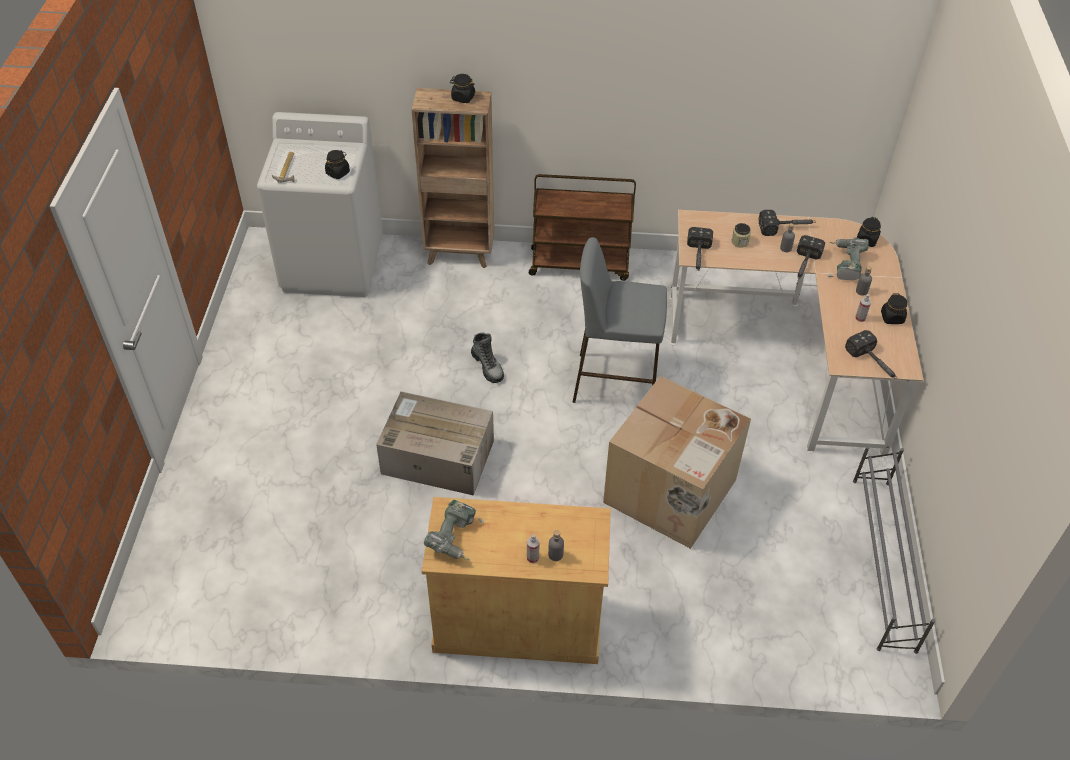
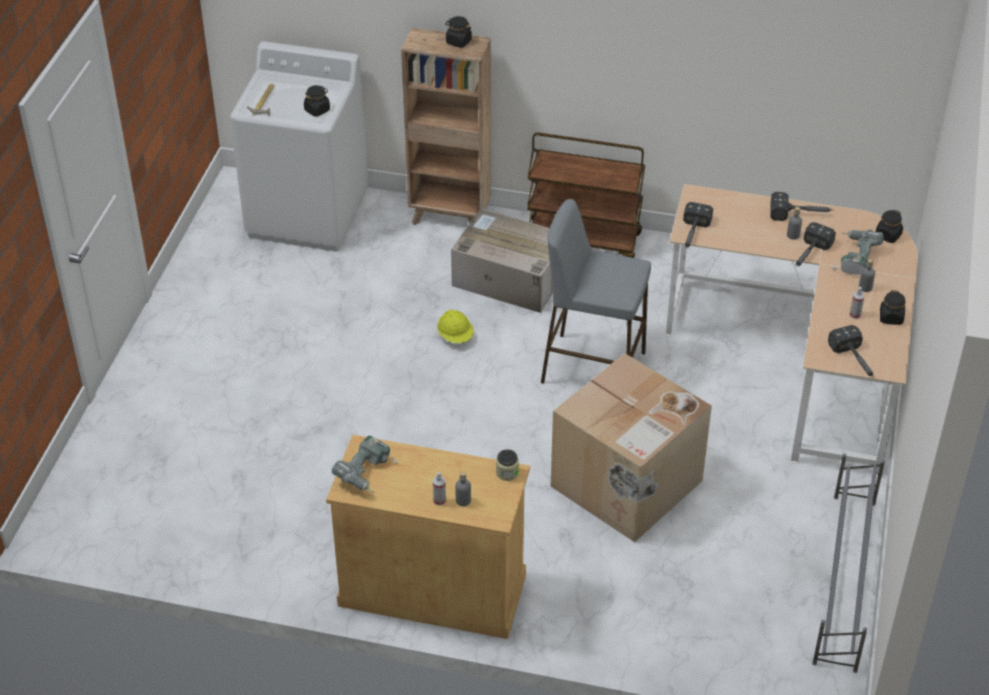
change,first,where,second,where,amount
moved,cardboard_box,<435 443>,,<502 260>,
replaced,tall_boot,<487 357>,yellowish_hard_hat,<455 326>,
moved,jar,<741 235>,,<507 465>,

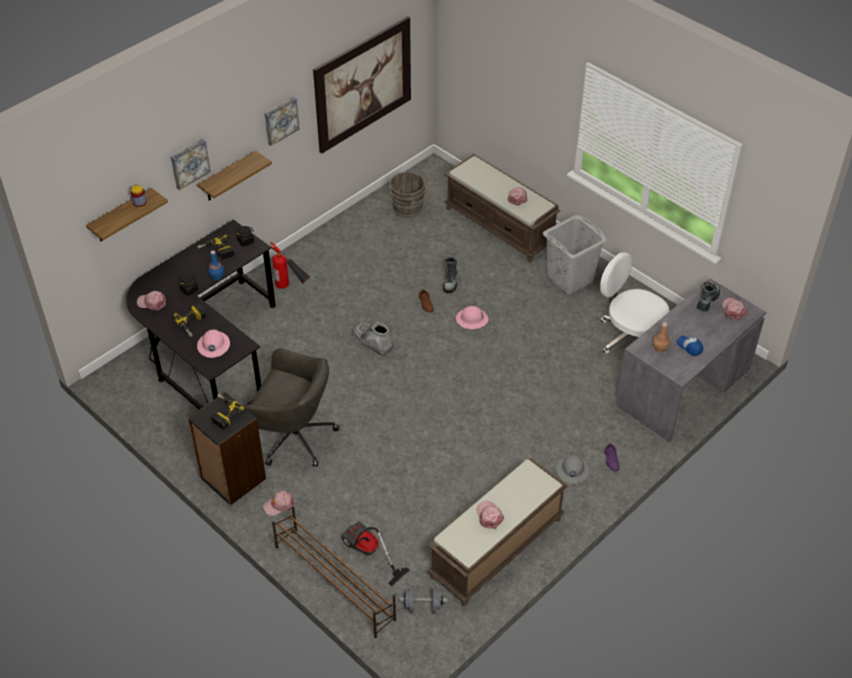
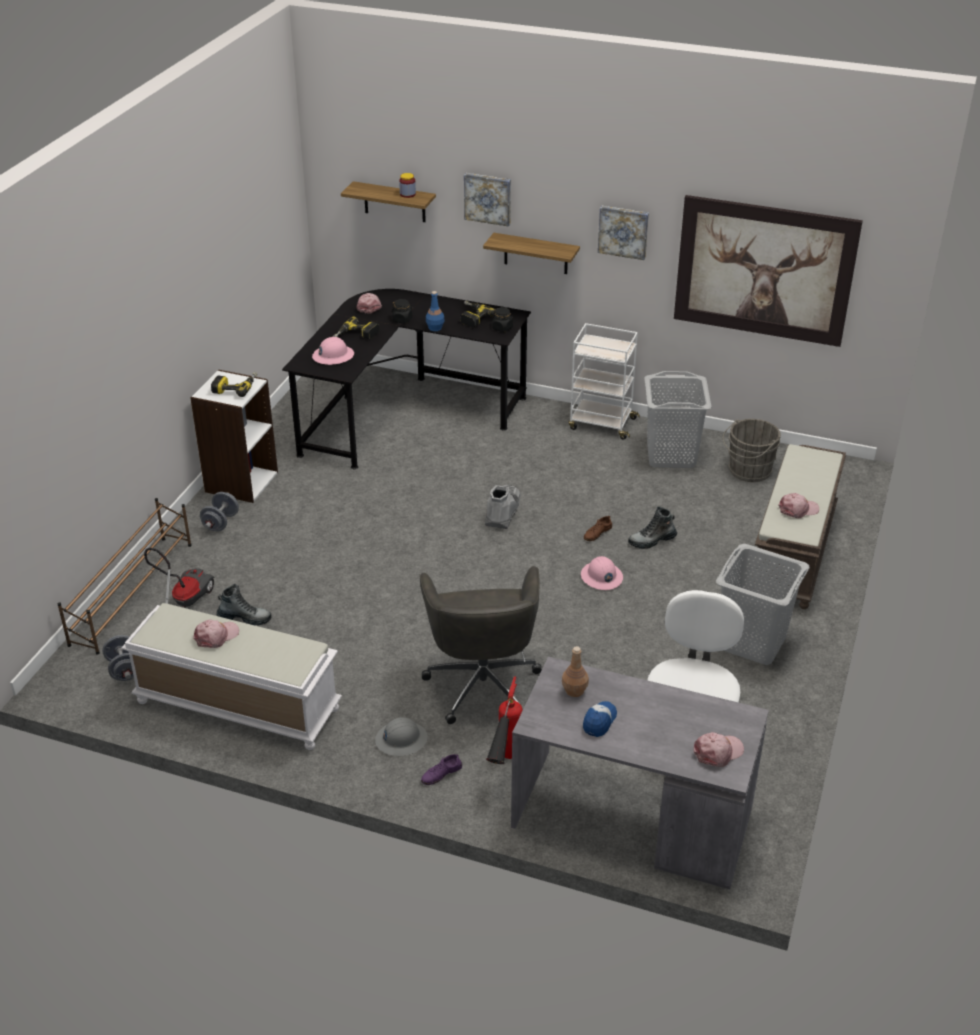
change,first,where,second,where,amount
recoloured,black_bookshelf,<226 449>,whitish_bookshelf,<234 436>,
moved,greyish_computer_chair,<291 407>,,<481 645>,
replaced,pink-coloured_baseball_cap,<279 503>,greyish_dumbbell,<219 511>,
moved,extinguisher,<290 265>,,<504 720>,
recoloured,brownish_indoor_bench,<497 531>,whitish_indoor_bench,<231 676>,
moved,tall_boot,<708 296>,,<244 604>,
added,,,whitish_trolley,<604 381>,
added,,,greyish_laundry_basket,<678 419>,

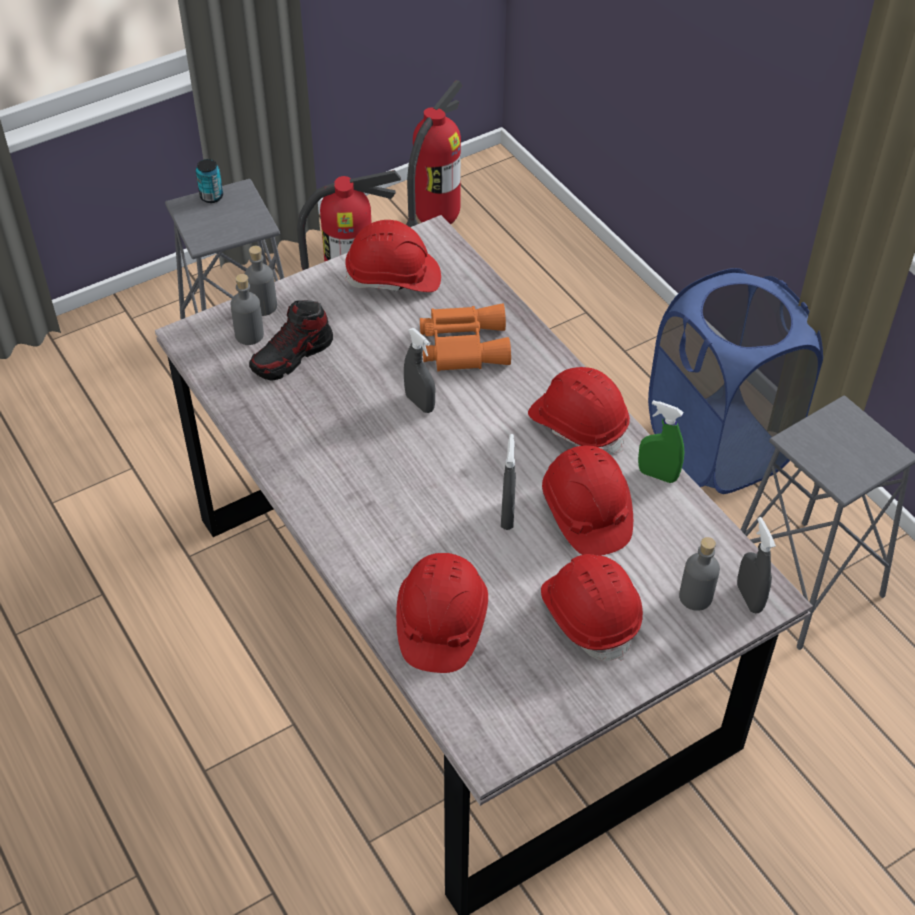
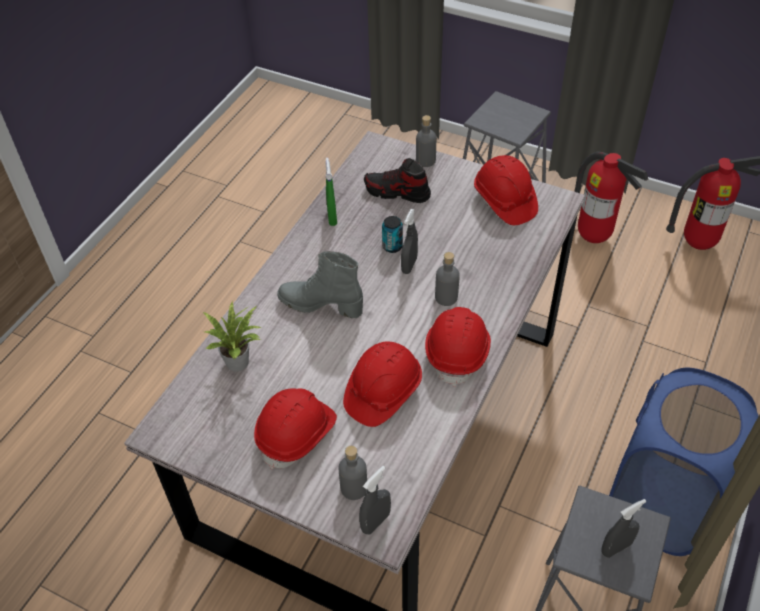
change,first,where,second,where,amount
moved,metal_can,<209 181>,,<392 234>,
moved,greyish_bottle,<247 309>,,<447 279>,
replaced,reddish_hard_hat,<442 613>,potted_plant,<232 337>,
removed,orange_field_glasses,<465 338>,,,
moved,greyish_sprayer,<508 482>,,<623 528>,
moved,green_sprayer,<661 441>,,<331 192>,
added,,,greyish_tall_boot,<320 284>,

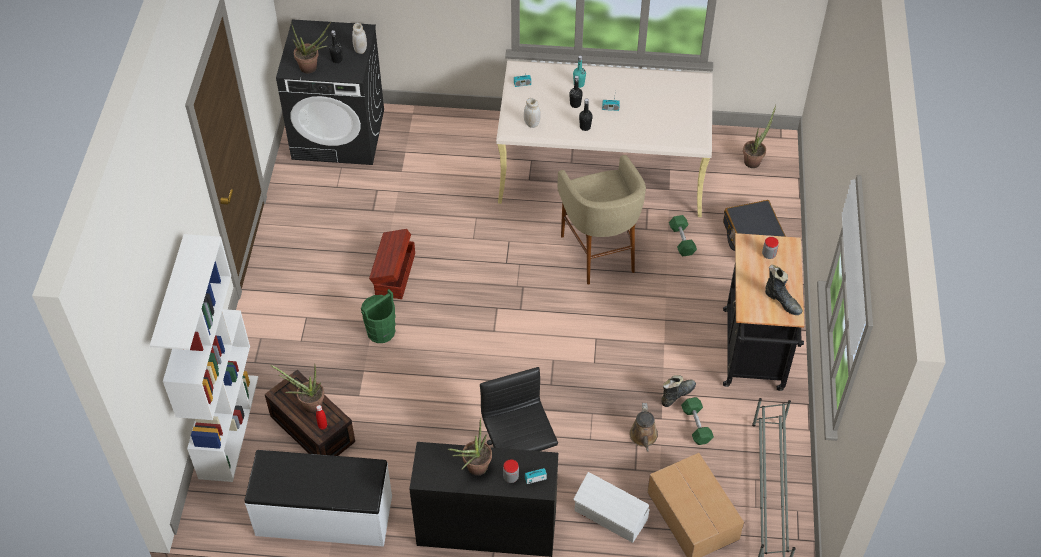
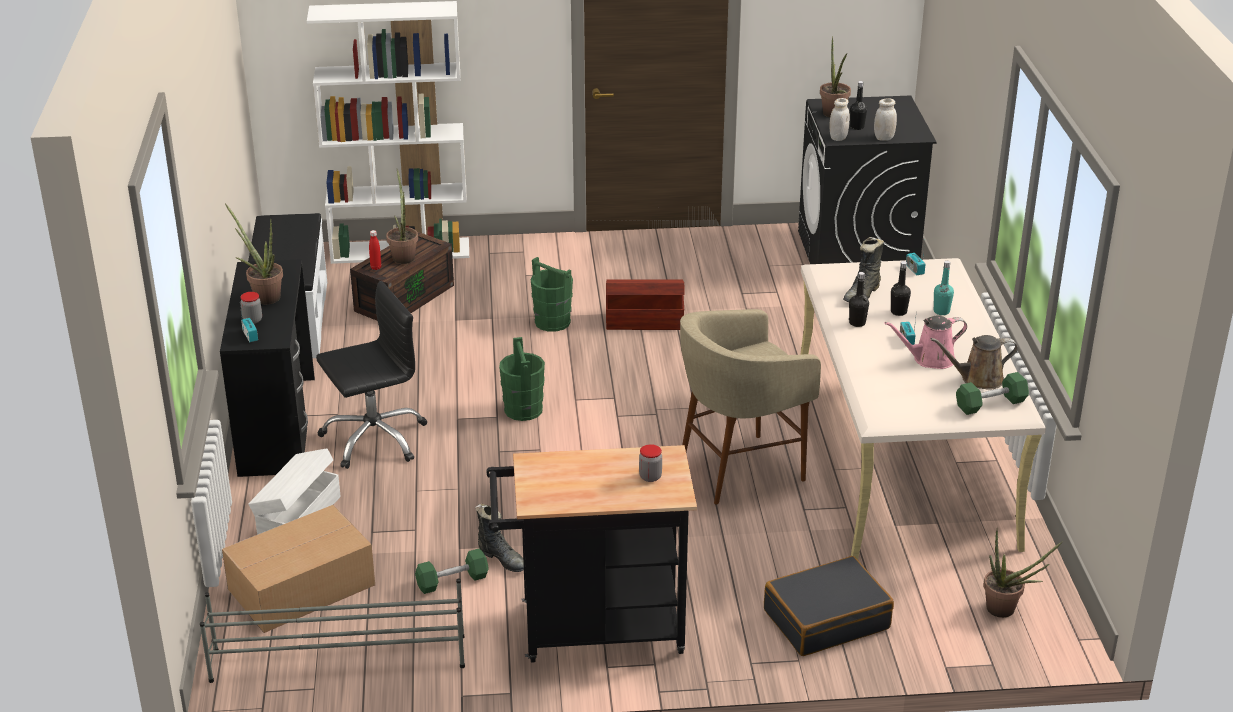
change,first,where,second,where,amount
moved,whitish_jar,<532 113>,,<839 119>,
moved,brownish_sprinkling_can,<644 427>,,<974 362>,
moved,green_dumbbell,<683 235>,,<992 393>,
moved,black_tall_boot,<784 290>,,<863 269>,
added,,,green_bucket,<522 379>,
added,,,pink-coloured_sprinkling_can,<925 342>,

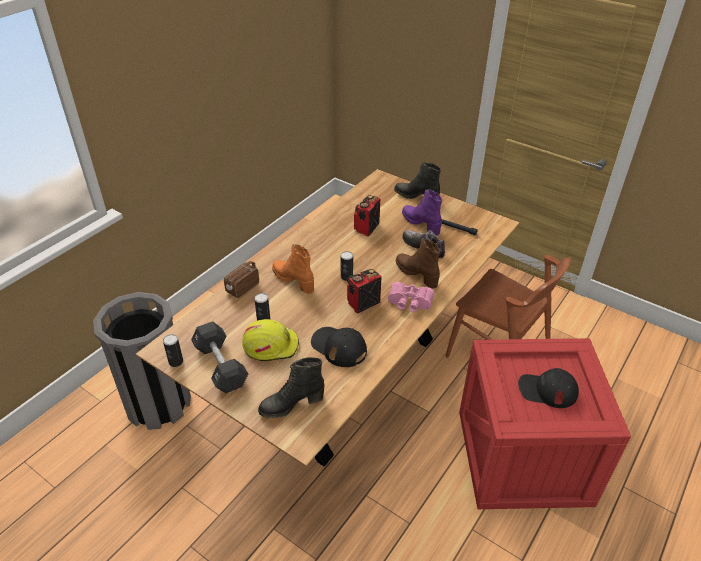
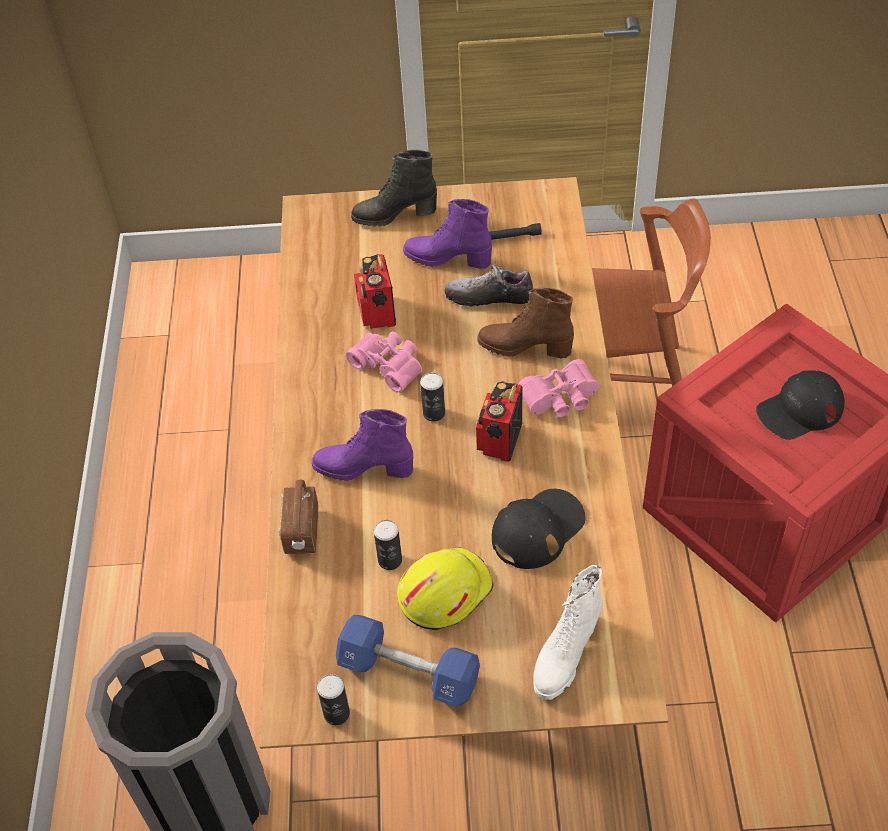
change,first,where,second,where,amount
recoloured,black_dumbbell,<219 357>,bluish_dumbbell,<408 661>,
recoloured,black_tall_boot,<291 387>,whitish_tall_boot,<568 632>,
recoloured,orange_tall_boot,<293 269>,purplish_tall_boot,<362 445>,
turned,black_baseball_cap,<339 347>,,<539 529>,135 degrees clockwise
added,,,pink-coloured_field_glasses,<384 362>,

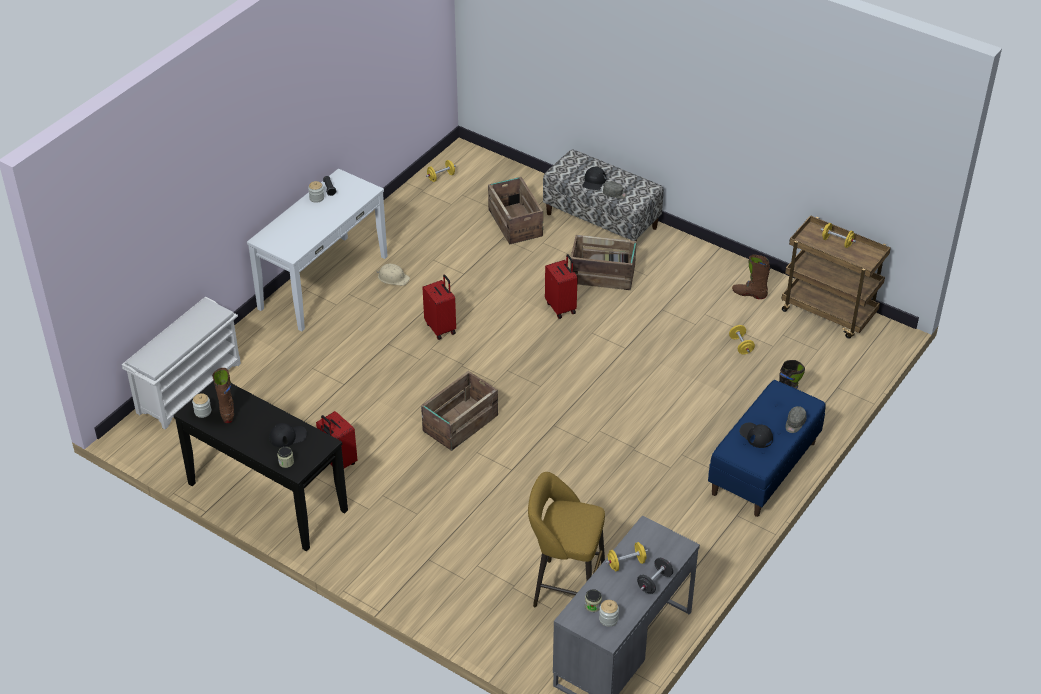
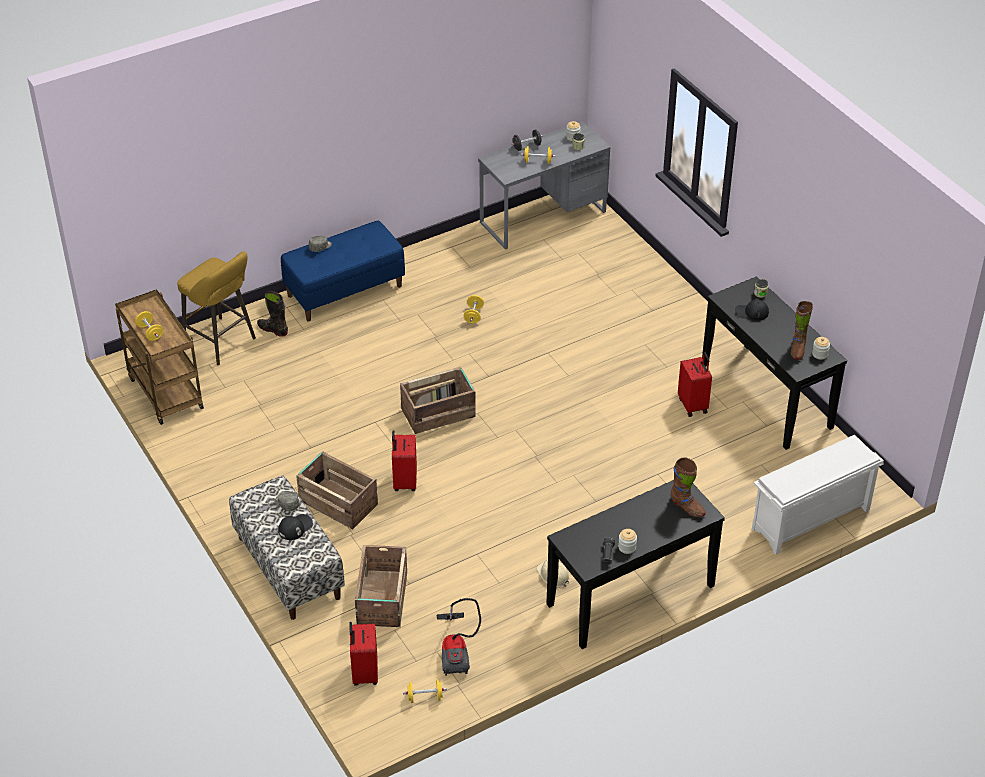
change,first,where,second,where,amount
recoloured,whitish_hall_table,<317 250>,black_hall_table,<636 564>,
moved,shipping_crate,<459 411>,,<438 400>,
moved,reddish_travel_case,<439 307>,,<364 654>,
moved,yellowish_sitting_stool,<566 539>,,<216 308>,
moved,yellowish_dumbbell,<742 339>,,<474 309>,
moved,brownish_tall_boot,<751 277>,,<688 487>,
removed,black_baseball_cap,<756 435>,,,
added,,,vacuum_cleaner,<458 636>,

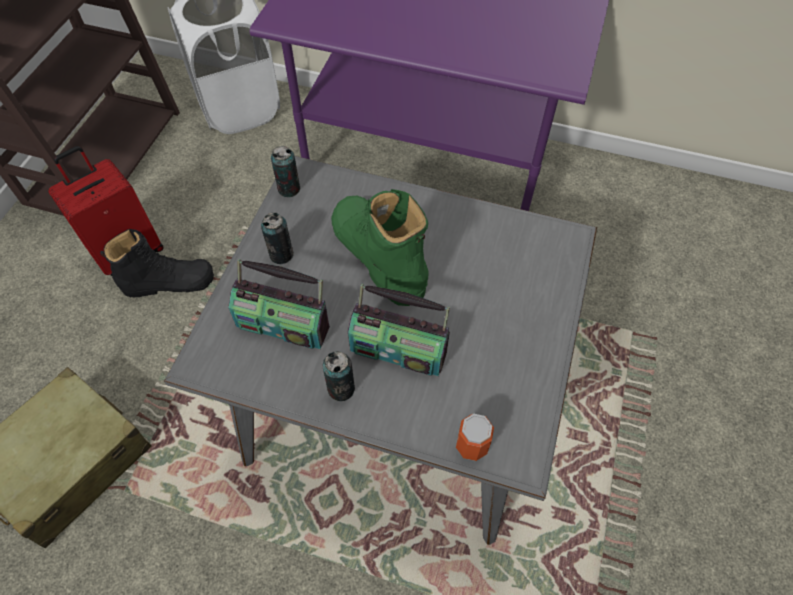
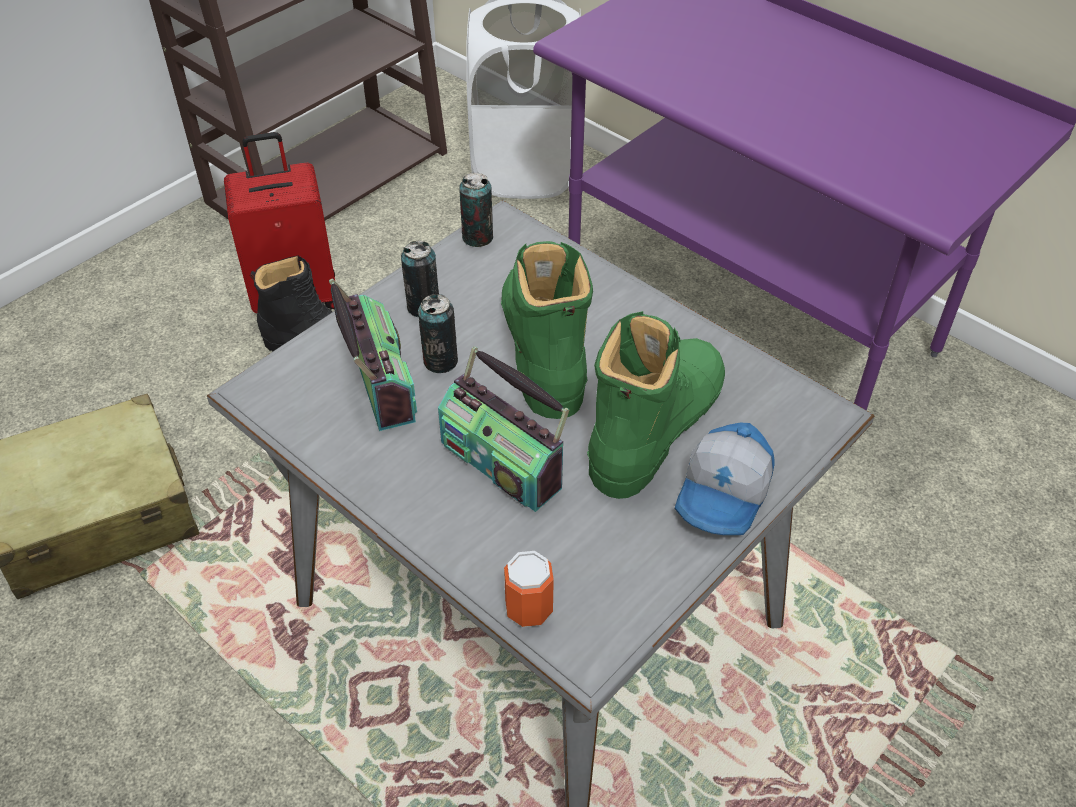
change,first,where,second,where,amount
turned,radio,<279 304>,,<373 355>,150 degrees counterclockwise
moved,metal_can,<339 376>,,<438 333>,
added,,,green_tall_boot,<656 405>,
added,,,baseball_cap,<724 479>,

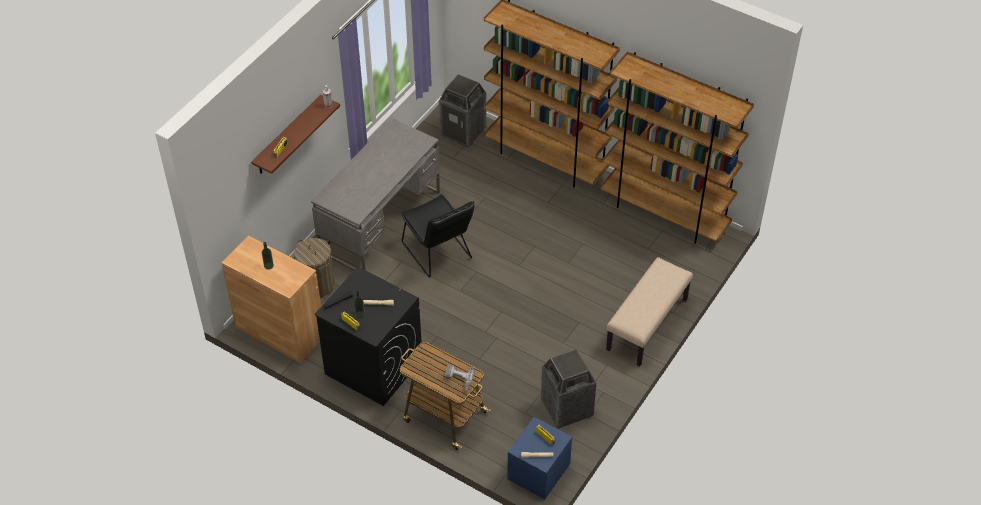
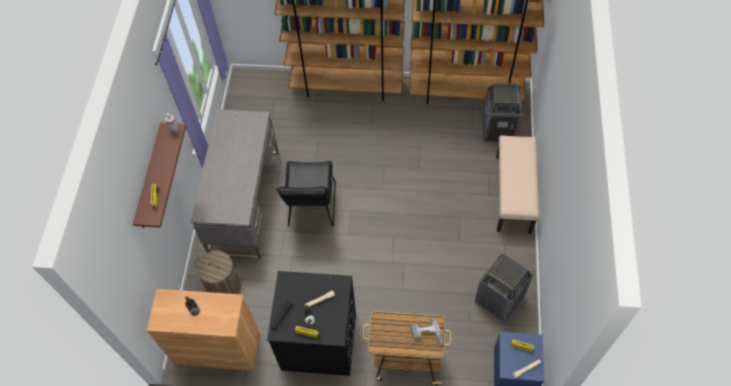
change,first,where,second,where,amount
turned,black_plain_chair,<438 236>,,<306 194>,60 degrees clockwise
moved,trash_can,<462 111>,,<502 112>,

